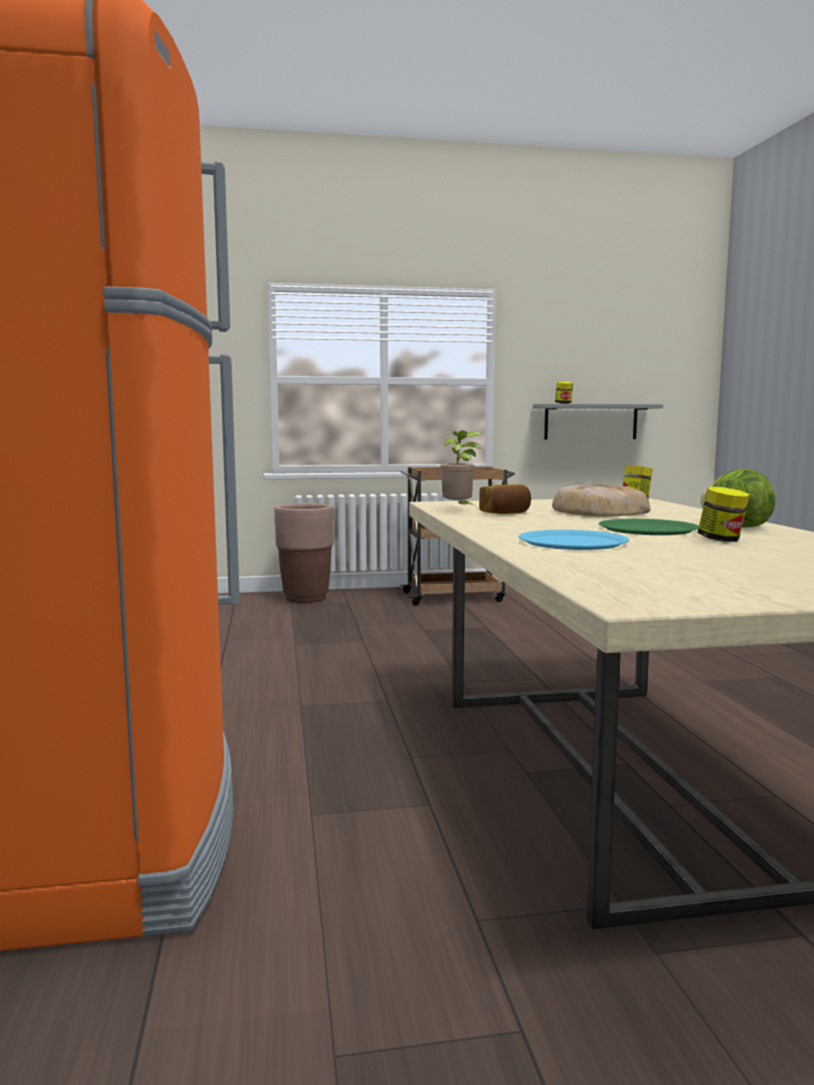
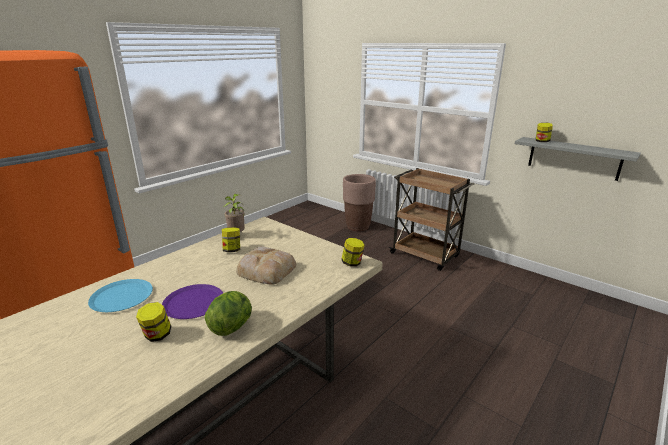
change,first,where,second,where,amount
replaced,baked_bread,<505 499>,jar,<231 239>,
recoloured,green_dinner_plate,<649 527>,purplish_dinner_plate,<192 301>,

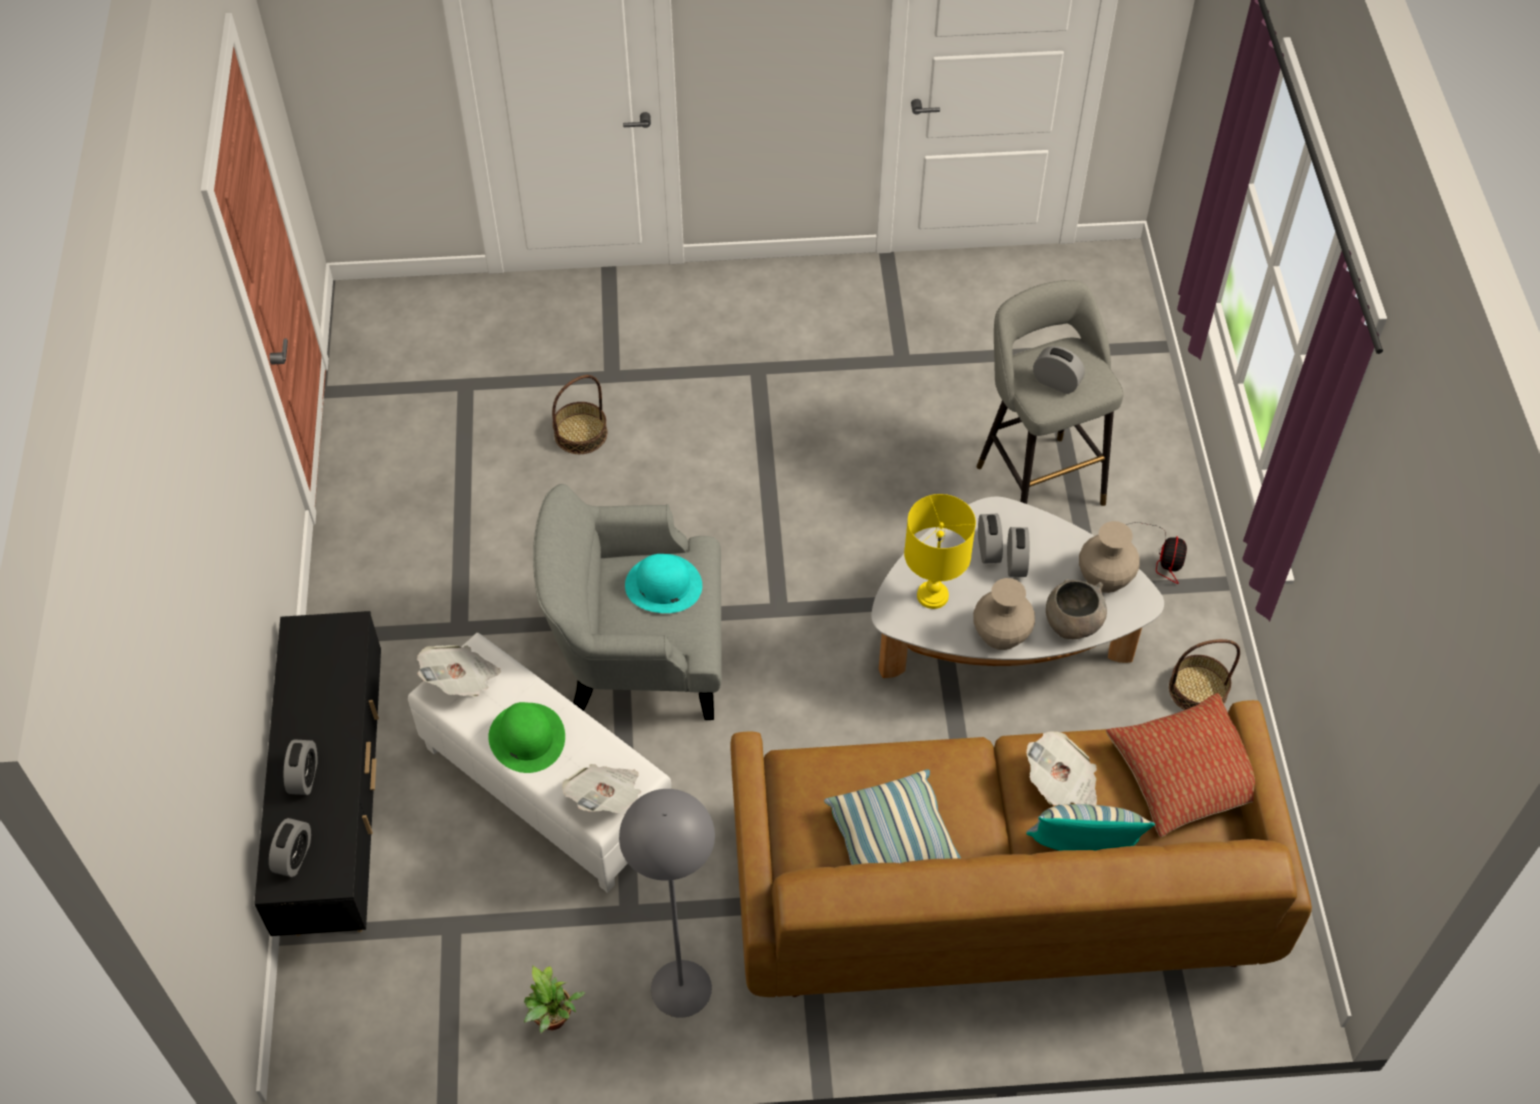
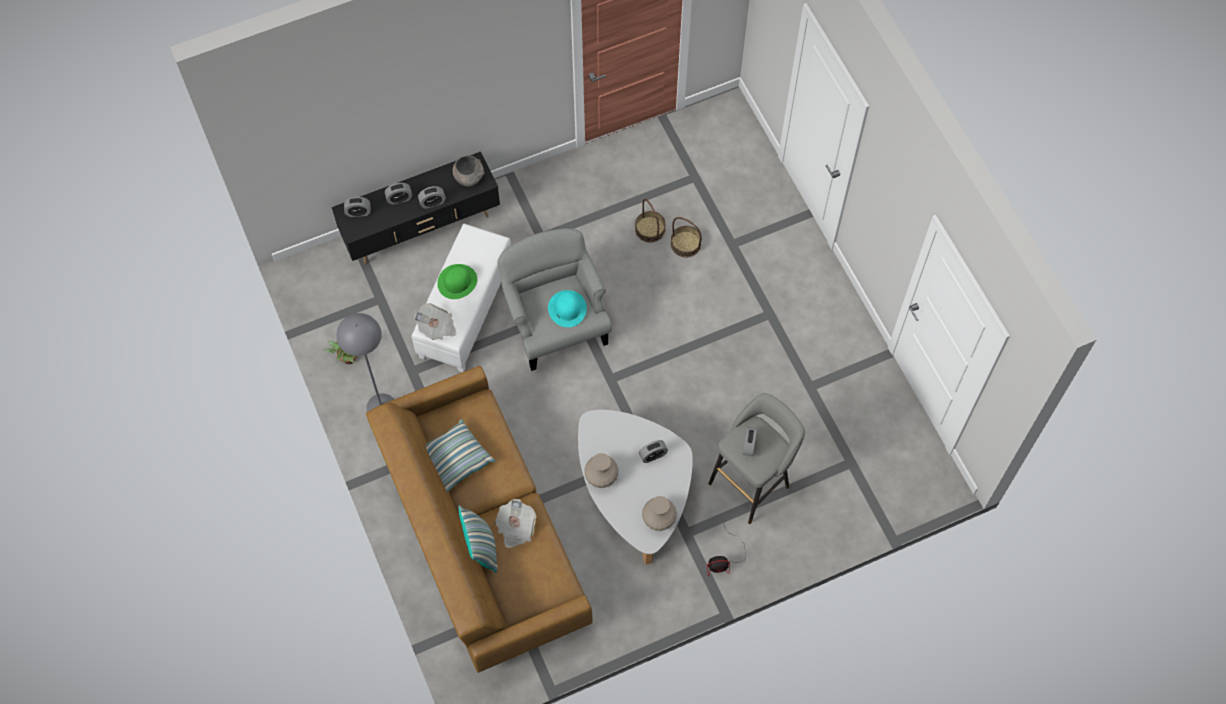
change,first,where,second,where,amount
removed,newspaper,<459 671>,,,
removed,yellowish_tabletop_lamp,<940 551>,,,
moved,alarm_clock,<1018 552>,,<432 197>,
moved,greyish_deep_dish,<1076 609>,,<469 171>,
removed,pillow,<1180 765>,,,
moved,household_basket,<1204 674>,,<650 221>,

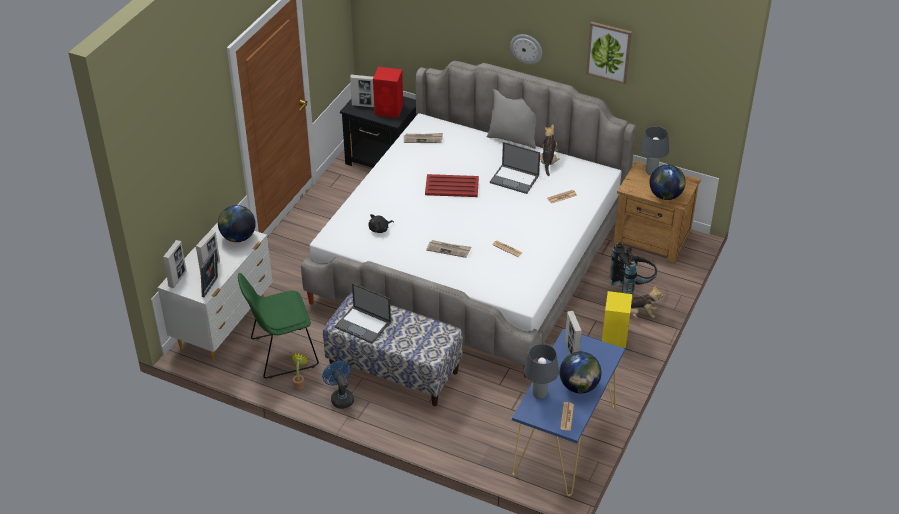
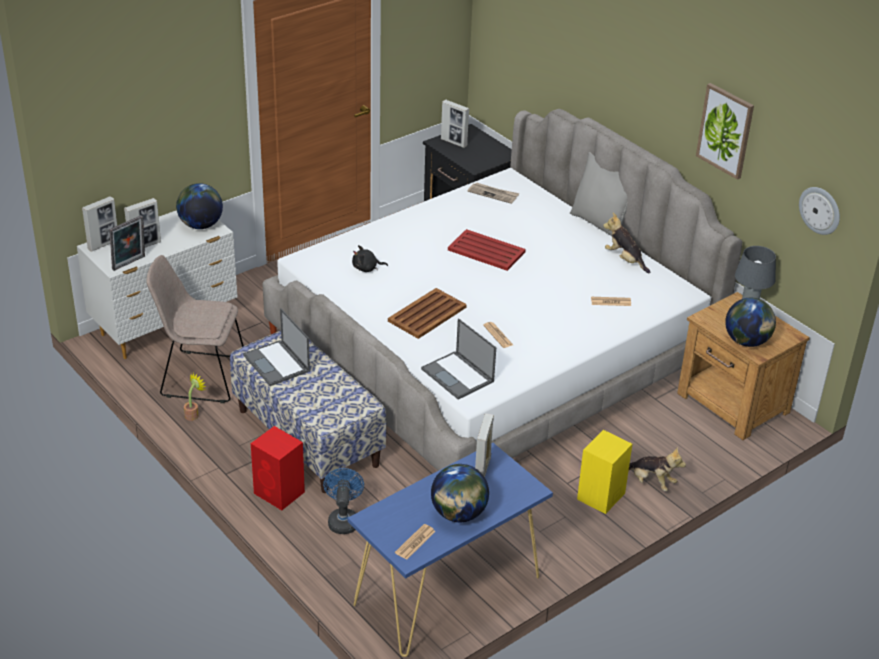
change,first,where,second,where,amount
recoloured,green_plain_chair,<278 326>,beige_plain_chair,<195 329>,
moved,bluish_fan,<338 385>,,<343 501>,
moved,reddish_loudspeaker,<388 92>,,<278 468>,
replaced,newspaper,<448 249>,brownish_serving_tray,<427 313>,
moved,laptop,<515 168>,,<458 359>,
moved,clock_on_the_wall,<526 49>,,<819 211>,
removed,greyish_tabletop_lamp,<541 371>,,,
turned,soft_toy,<550 150>,,<626 243>,75 degrees counterclockwise
removed,black_knapsack,<633 270>,,,

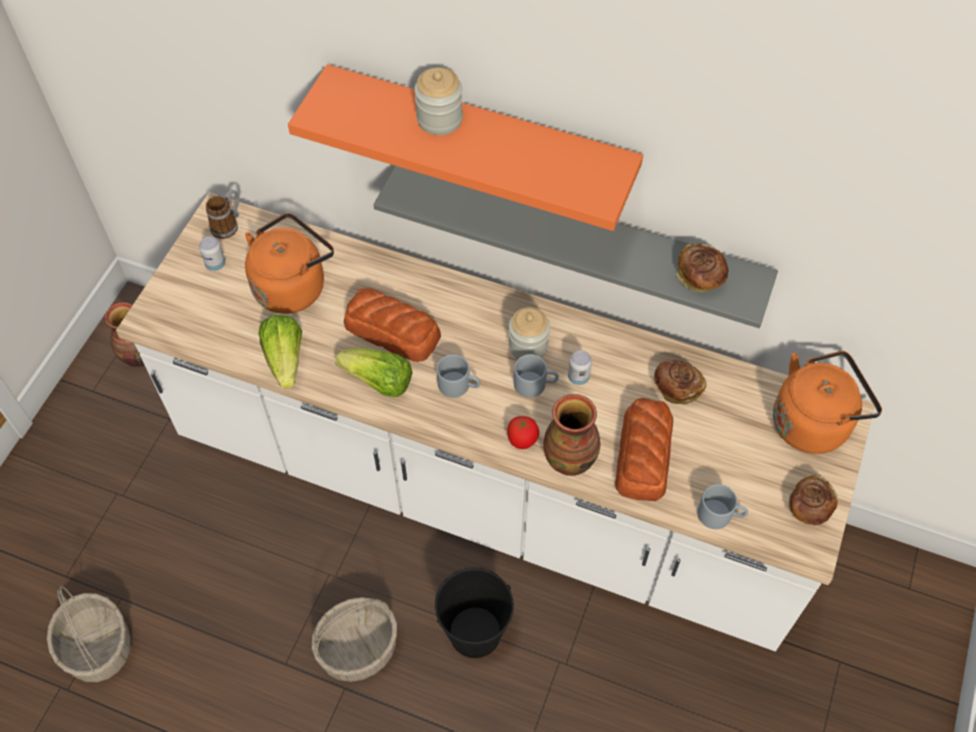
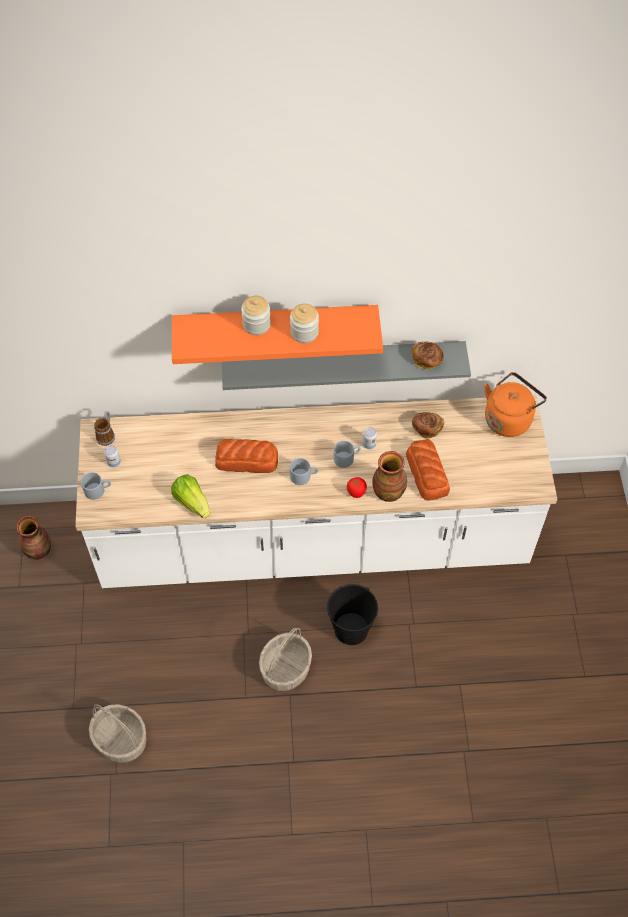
change,first,where,second,where,amount
removed,orange_water_kettle,<289 263>,,,
removed,lettuce,<373 372>,,,
moved,jar,<529 333>,,<304 323>,
moved,greyish_mug,<722 506>,,<96 486>,
removed,baked_bread,<813 500>,,,

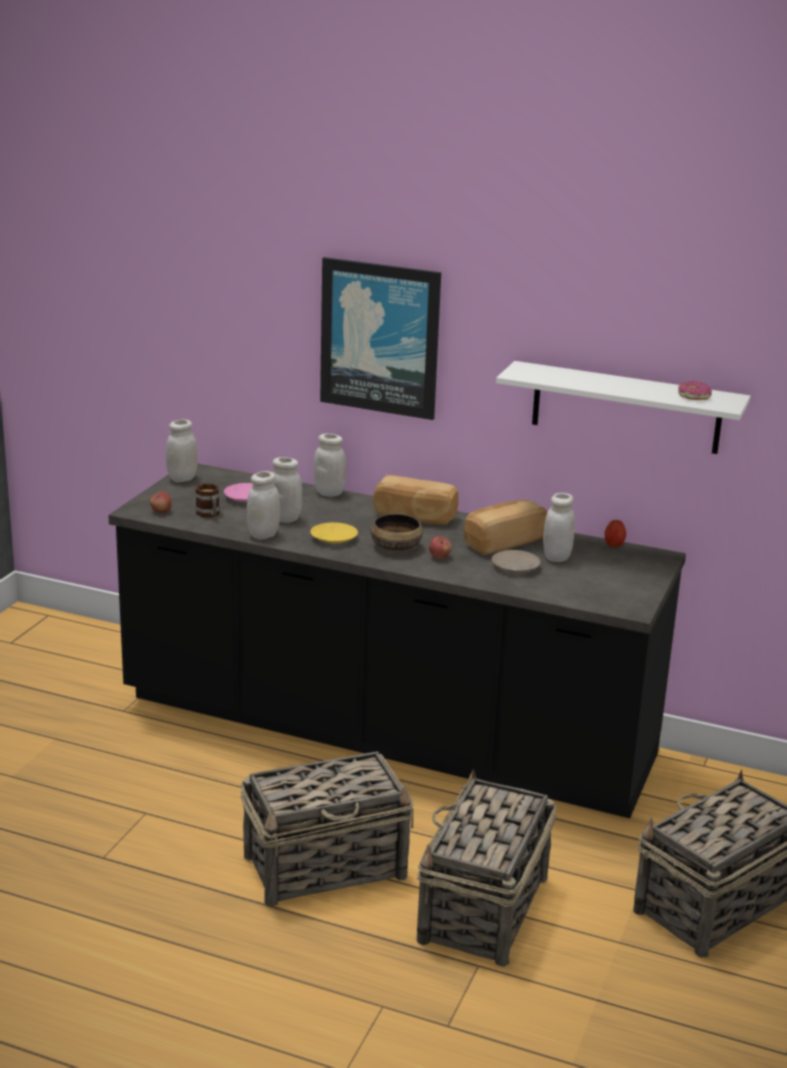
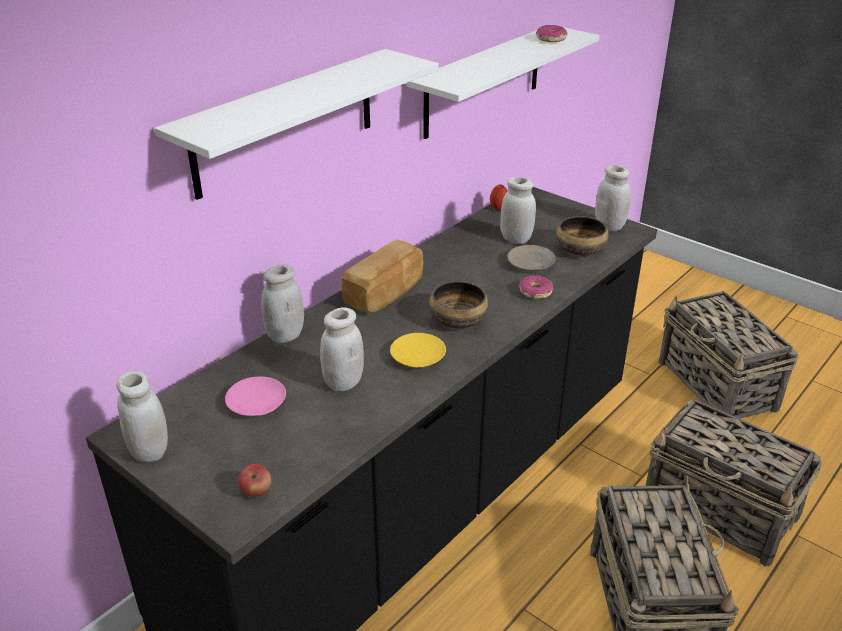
change,first,where,second,where,amount
removed,mug,<208 500>,,,
moved,whitish_jar,<263 505>,,<613 198>,
replaced,picture,<380 338>,whitish_wall_shelf,<296 124>,
removed,apple_fruit,<440 547>,,,
removed,baked_bread,<505 527>,,,
added,,,doughnut,<536 287>,
added,,,deep_dish,<582 236>,

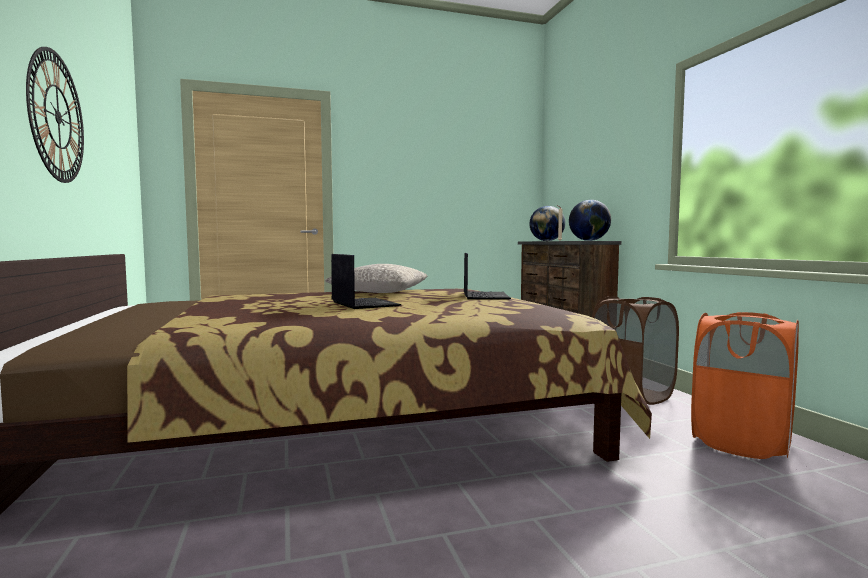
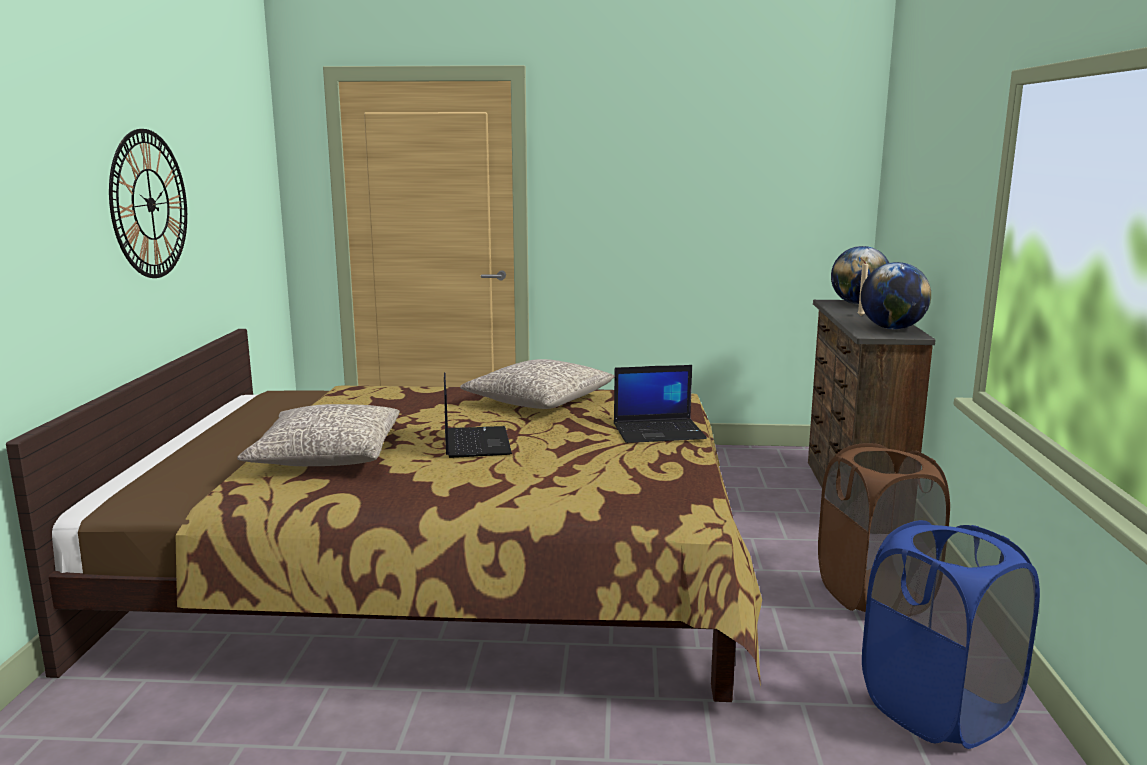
change,first,where,second,where,amount
turned,laptop,<487 276>,,<660 404>,60 degrees clockwise
recoloured,orange_laundry_basket,<745 385>,bluish_laundry_basket,<951 634>,
added,,,greyish_pillow,<318 435>,

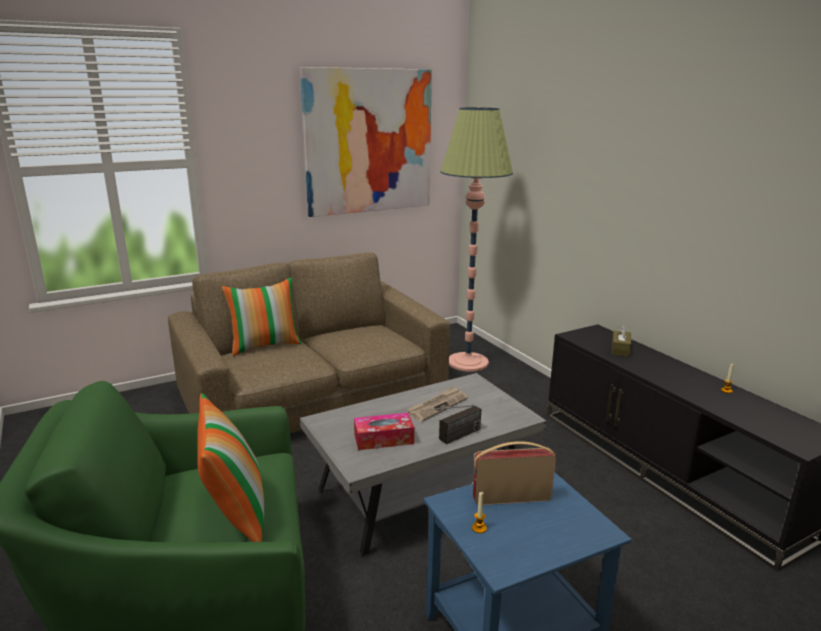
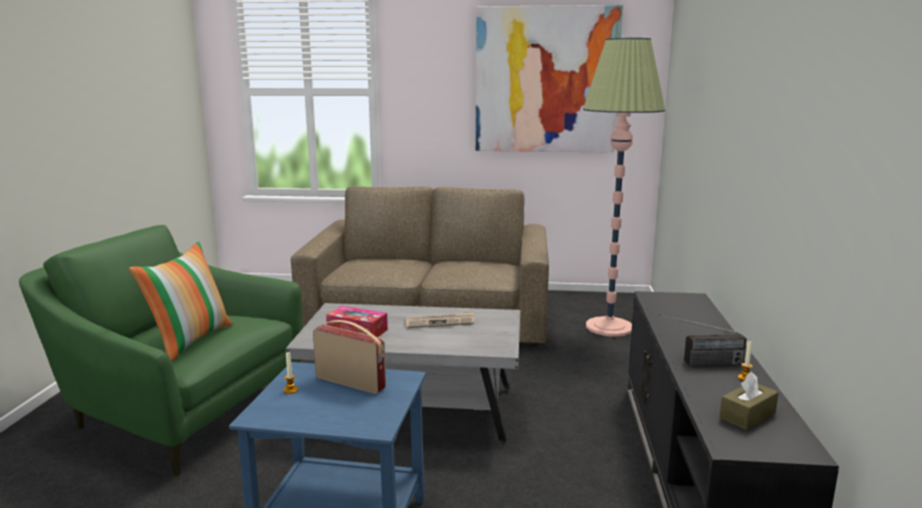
change,first,where,second,where,amount
removed,pillow,<262 316>,,,
moved,radio,<450 424>,,<703 340>,
moved,brownish_tissue_holder,<621 340>,,<749 401>,

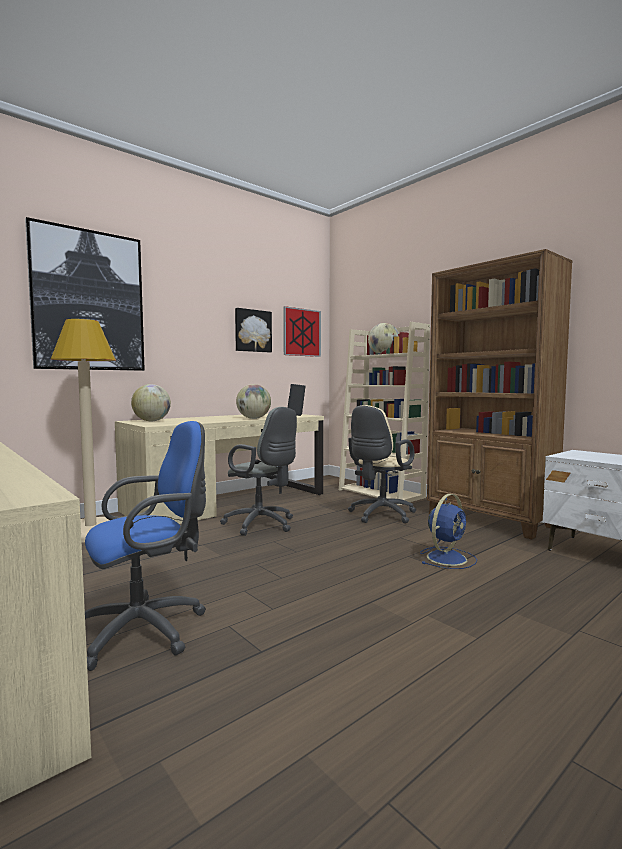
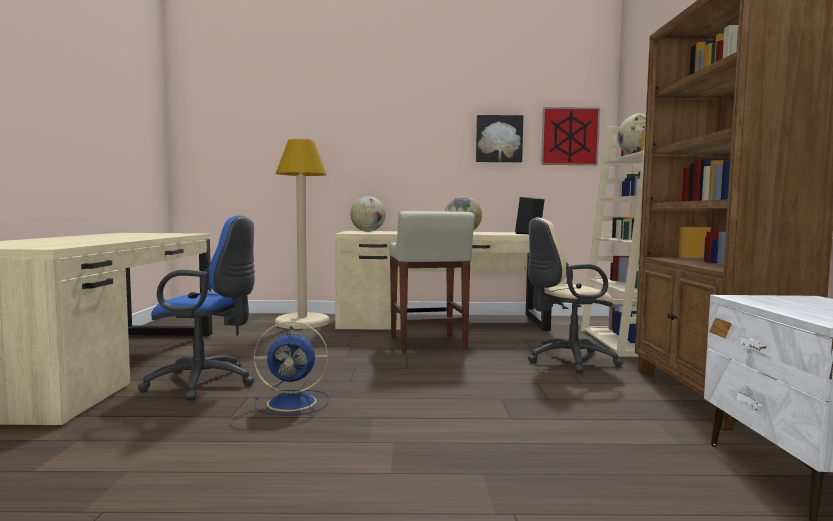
change,first,where,second,where,amount
removed,picture,<85 294>,,,
replaced,greyish_computer_chair,<258 471>,beige_sitting_stool,<432 281>,
moved,bluish_fan,<448 531>,,<291 368>,

